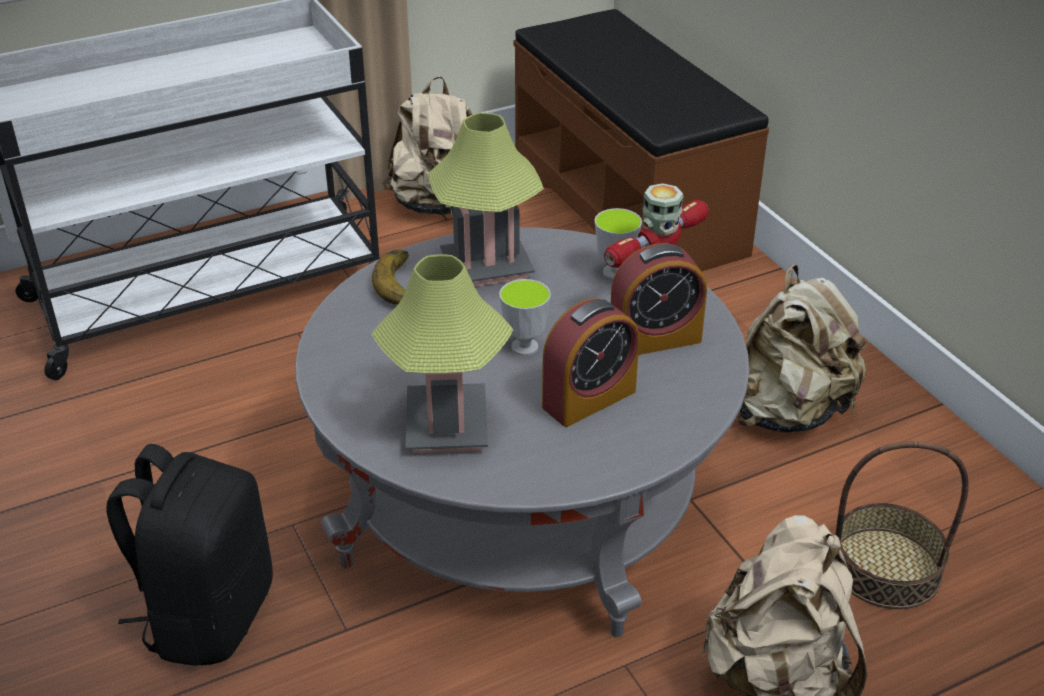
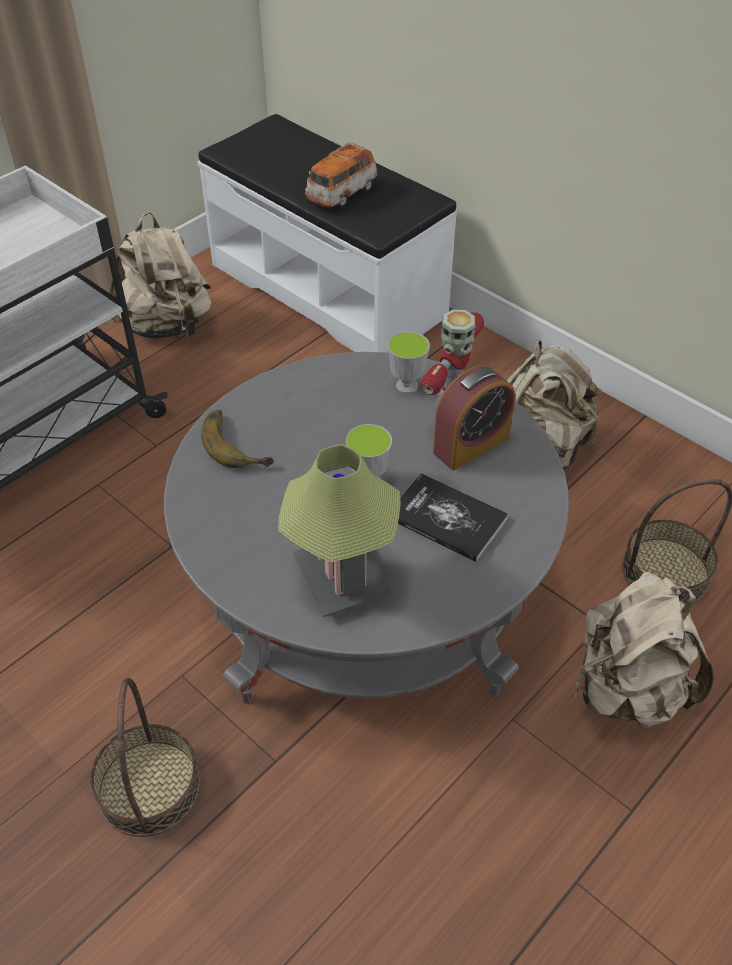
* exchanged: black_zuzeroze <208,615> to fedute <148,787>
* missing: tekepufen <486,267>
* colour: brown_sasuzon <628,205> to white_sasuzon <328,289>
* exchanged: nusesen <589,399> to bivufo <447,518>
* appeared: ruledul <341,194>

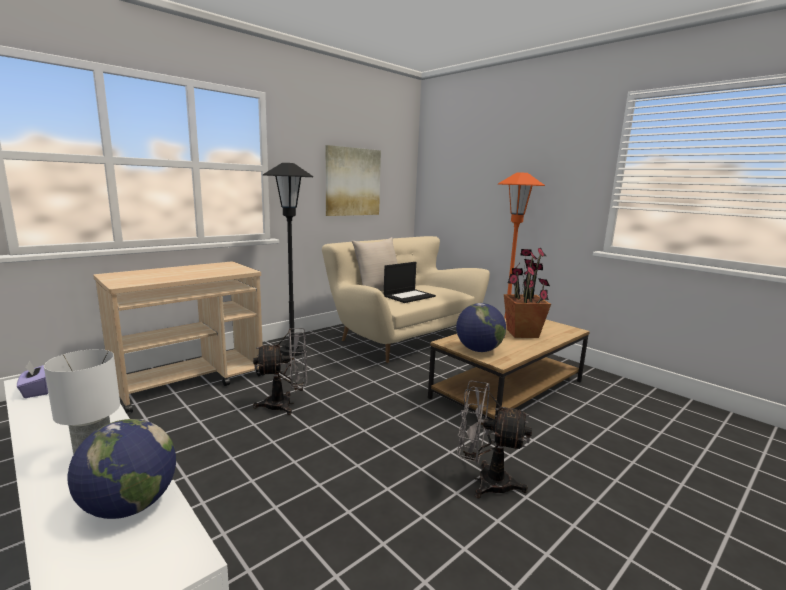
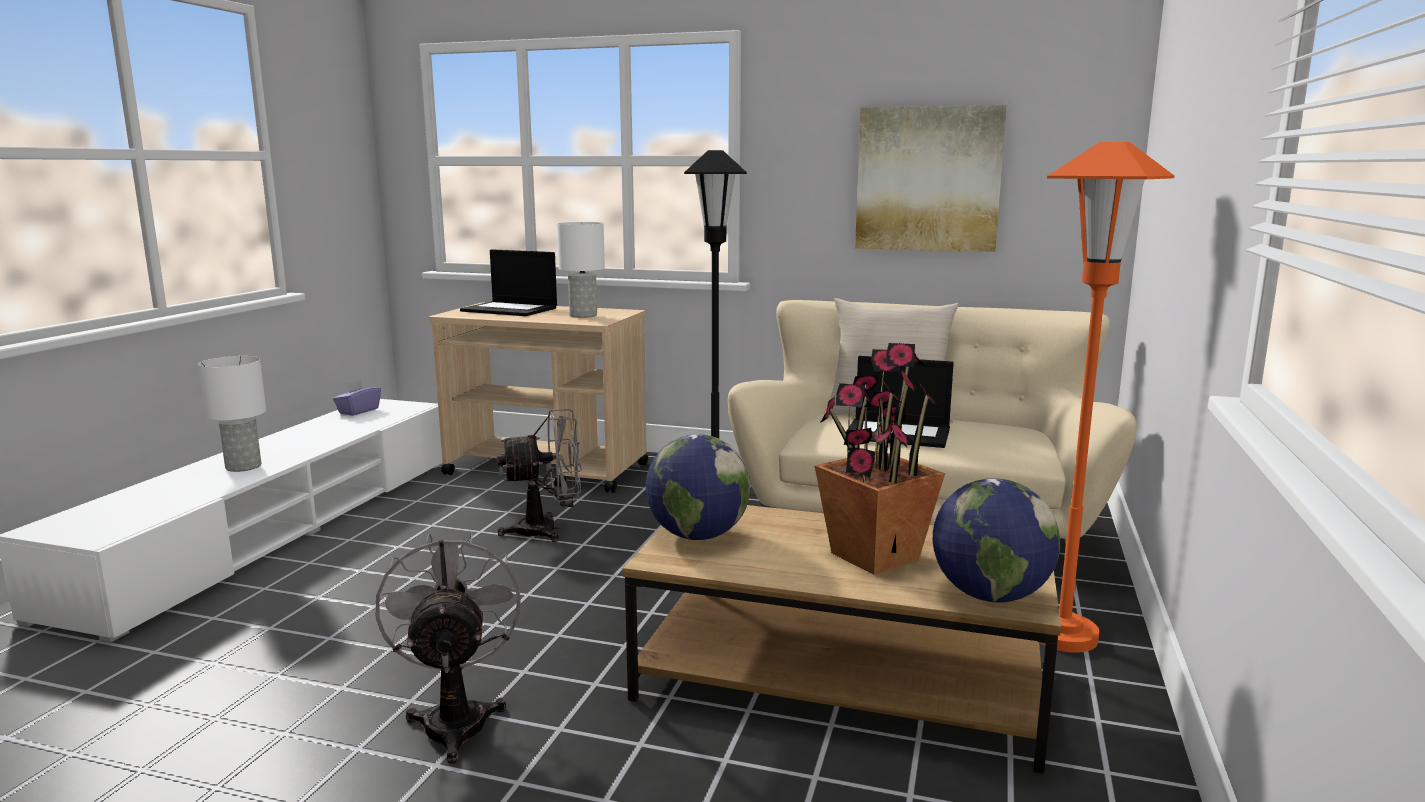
* relocated: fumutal <129,506> to <990,595>
* spun: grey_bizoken <285,404> = <547,530> 60 degrees counterclockwise
* appeared: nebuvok <511,309>
* appeared: white_tekepufen <584,315>

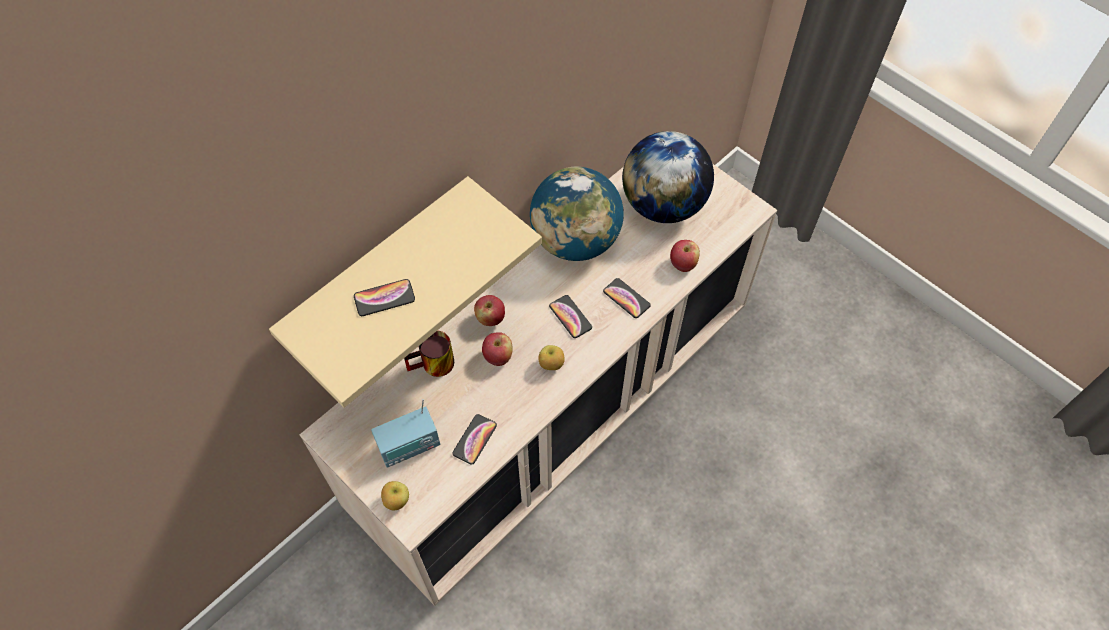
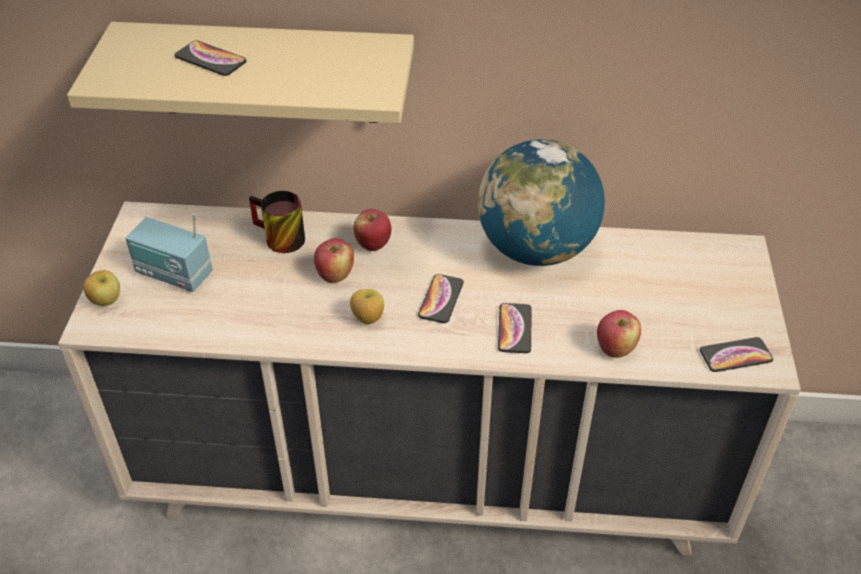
* relocated: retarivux <474,439> to <735,355>
* missing: fumutal <663,204>

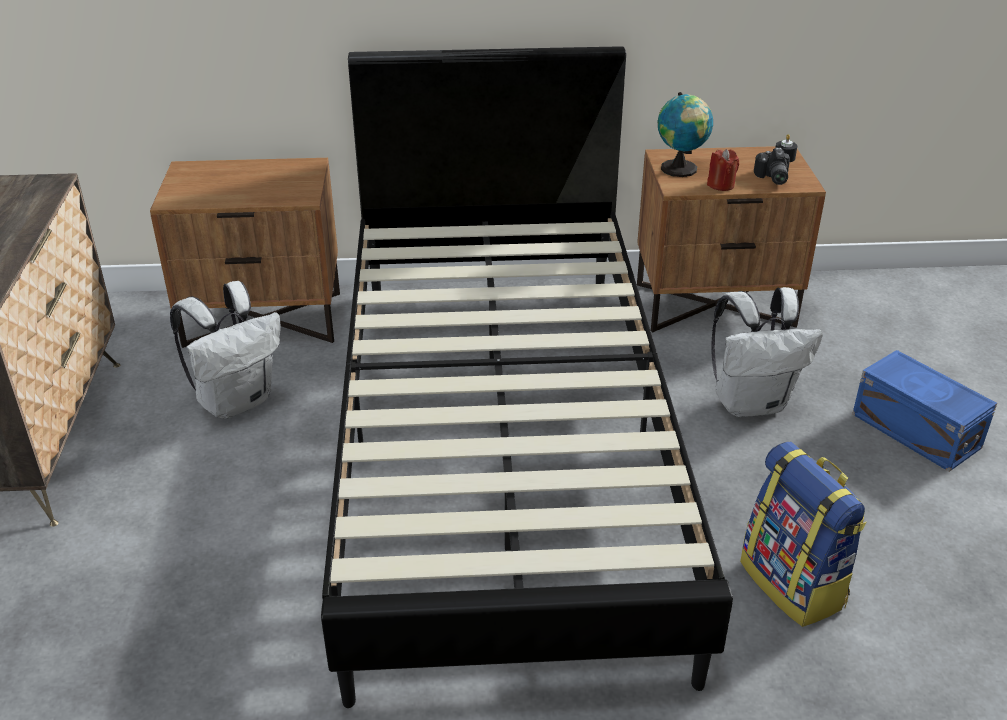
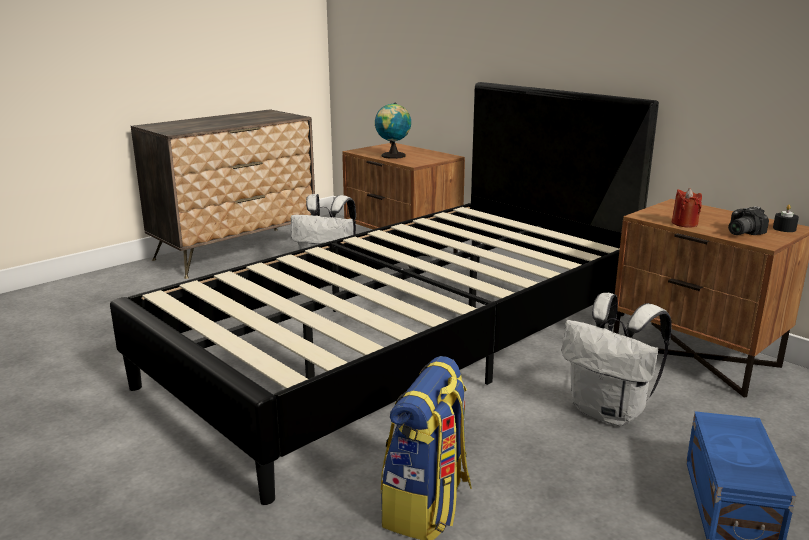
* relocated: fumutal <681,170> to <393,156>

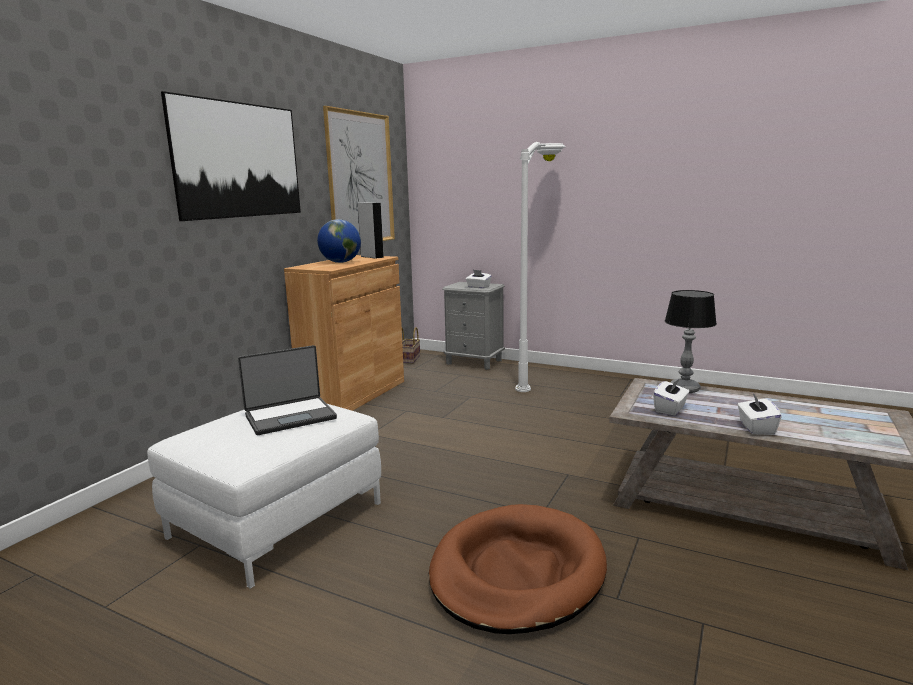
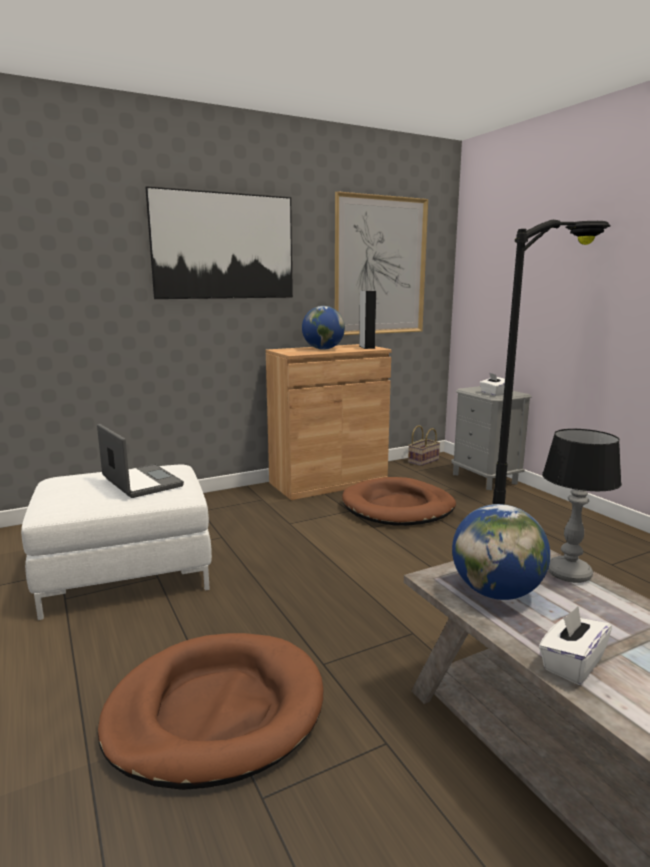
* spun: nebuvok <290,416> = <140,483> 135 degrees counterclockwise
* colour: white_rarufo <539,375> to black_rarufo <539,511>
* exchanged: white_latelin <670,409> to fumutal <496,592>
* appeared: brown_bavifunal <398,507>

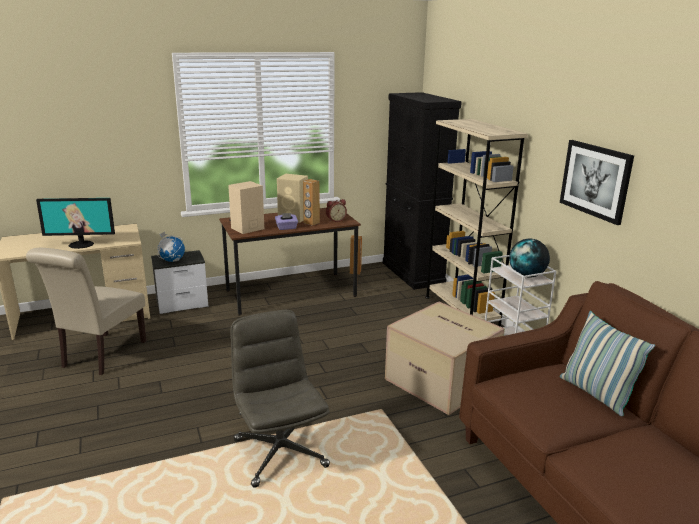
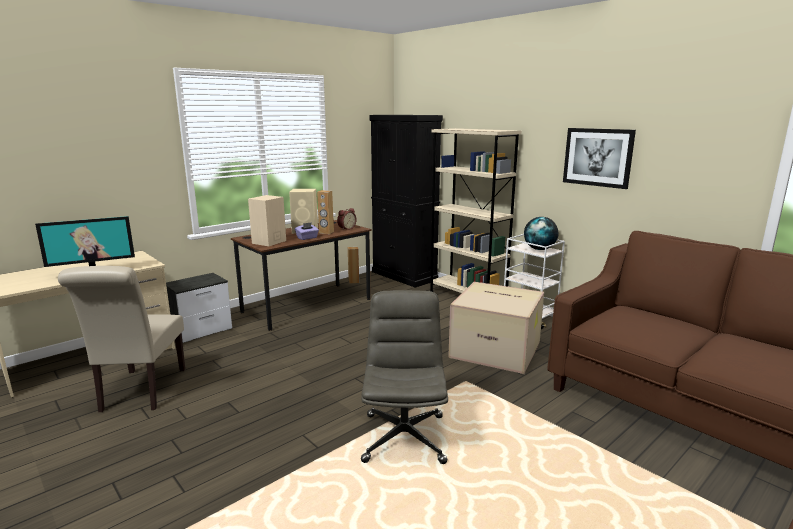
* missing: fumutal <172,261>
* spun: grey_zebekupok <279,452> = <404,437> 45 degrees clockwise
* missing: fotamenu <596,394>

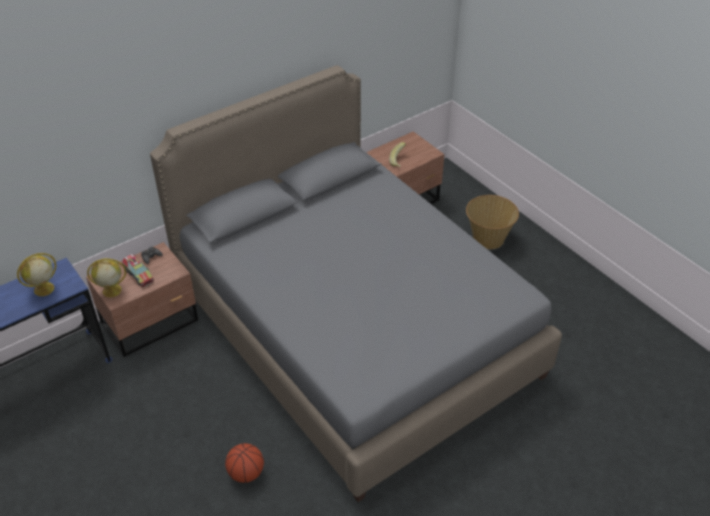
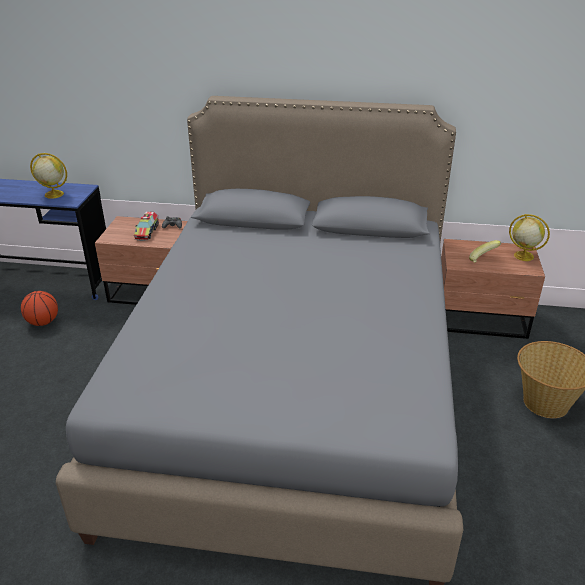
* relocated: fumutal <111,291> to <523,256>
* relocated: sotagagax <246,473> to <43,322>

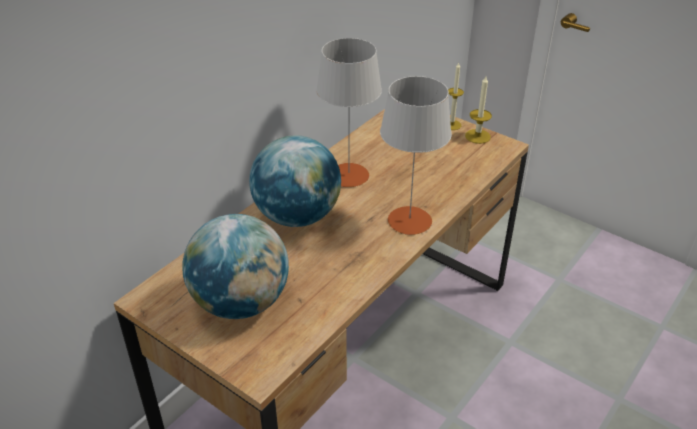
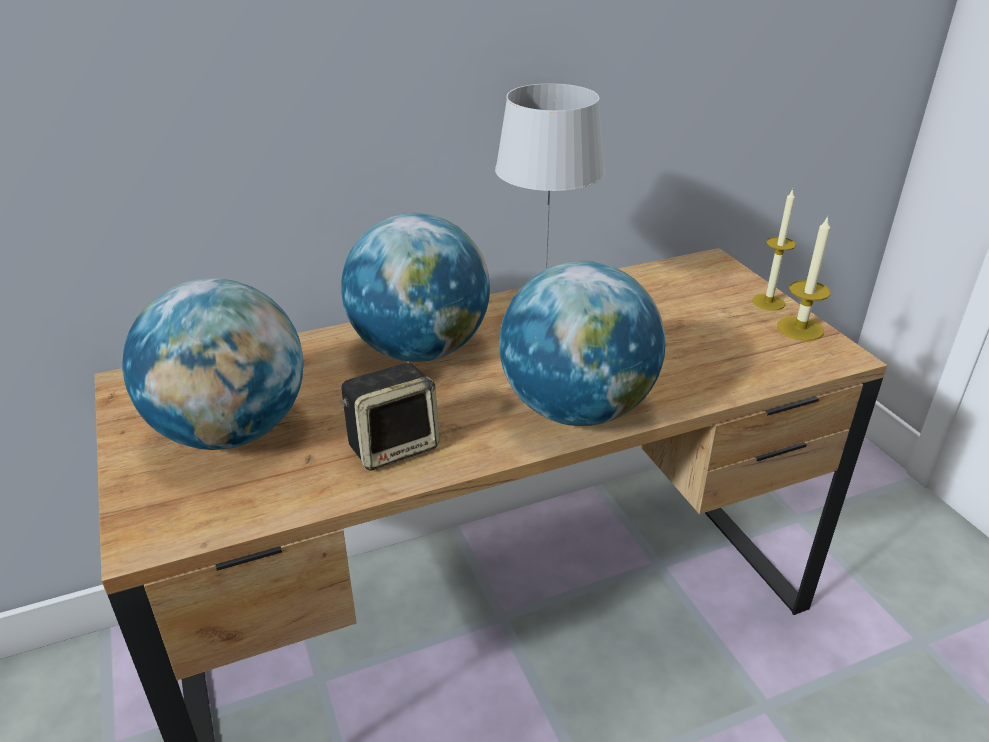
* exchanged: grey_tekepufen <409,220> to fumutal <577,409>
* appeared: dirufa <394,446>

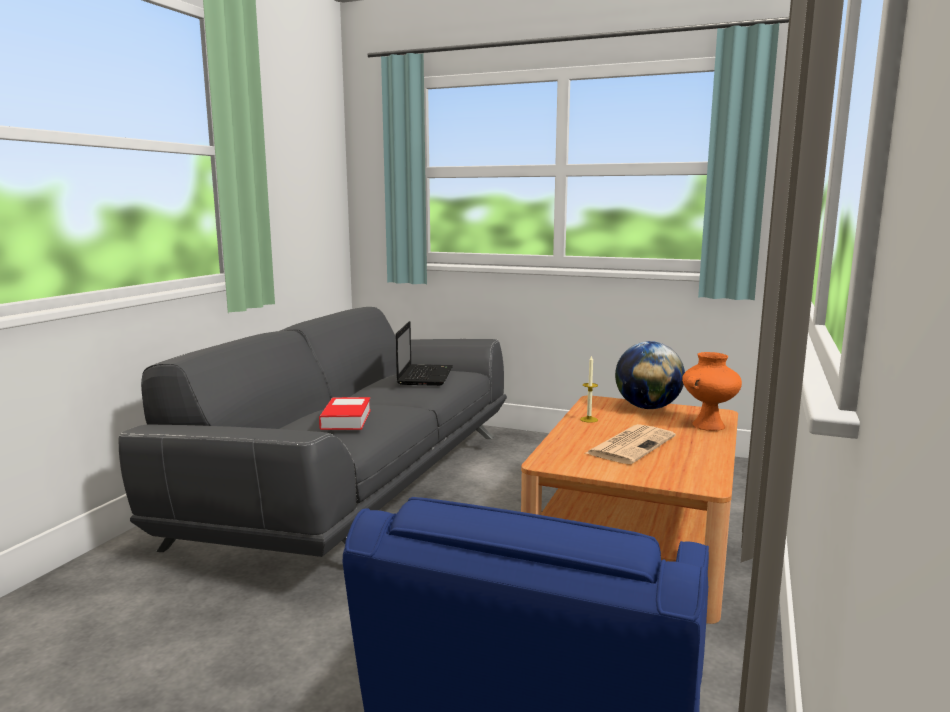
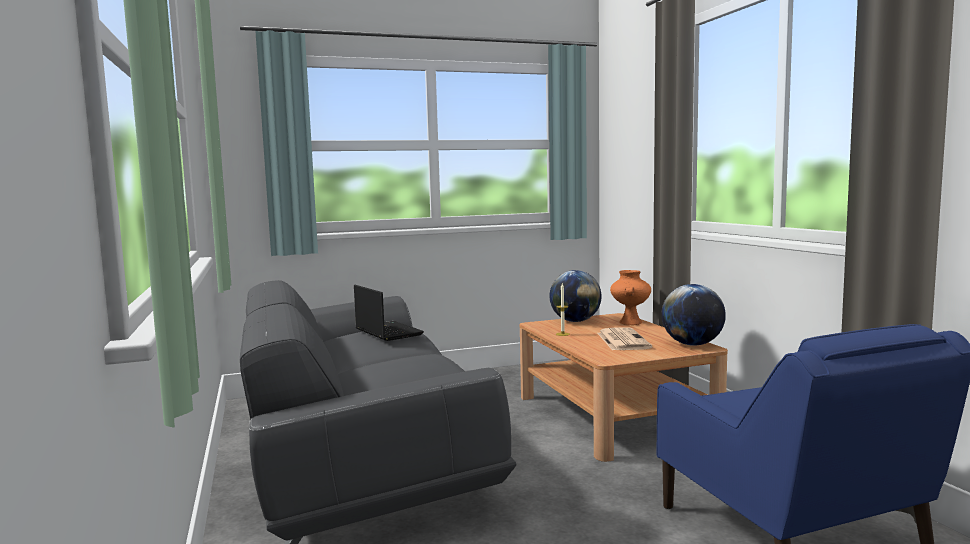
* missing: bivufo <346,419>
* appeared: fumutal <692,344>

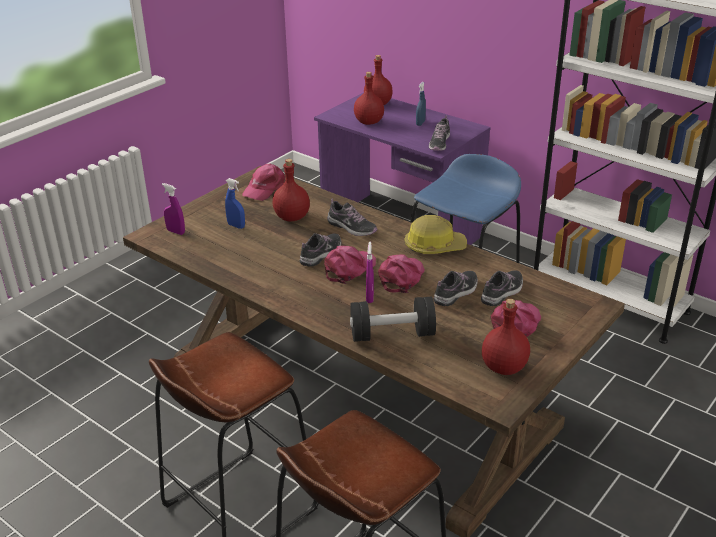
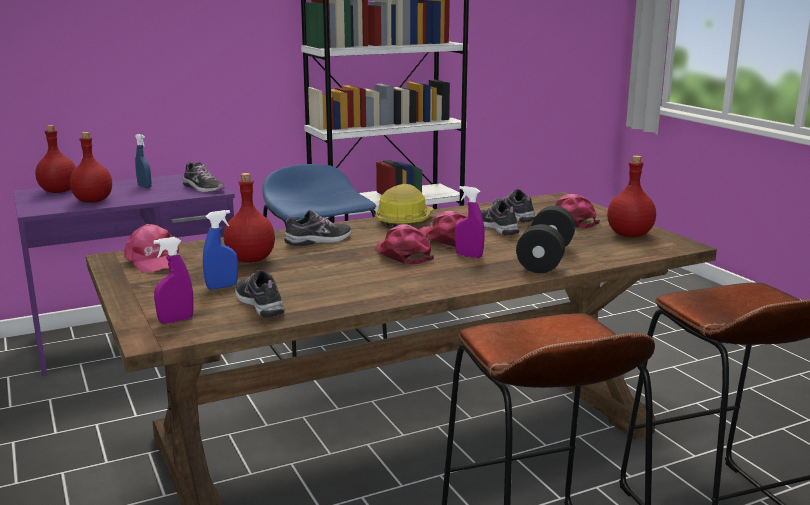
* relocated: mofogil <321,254> to <260,305>

